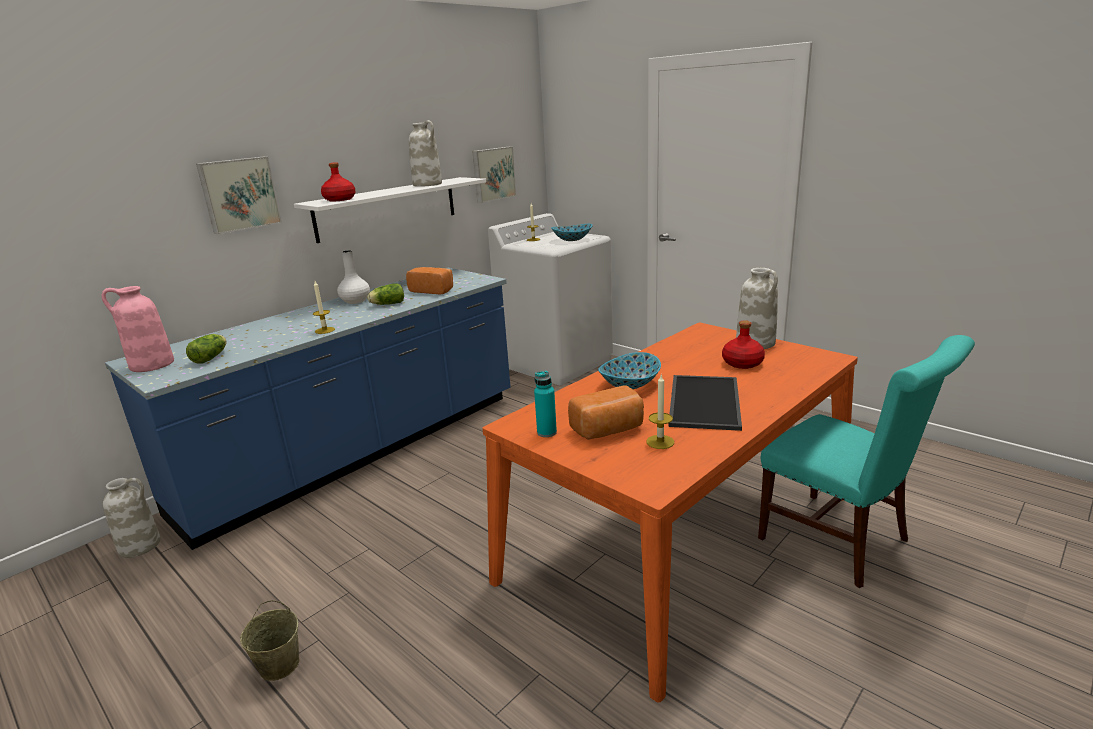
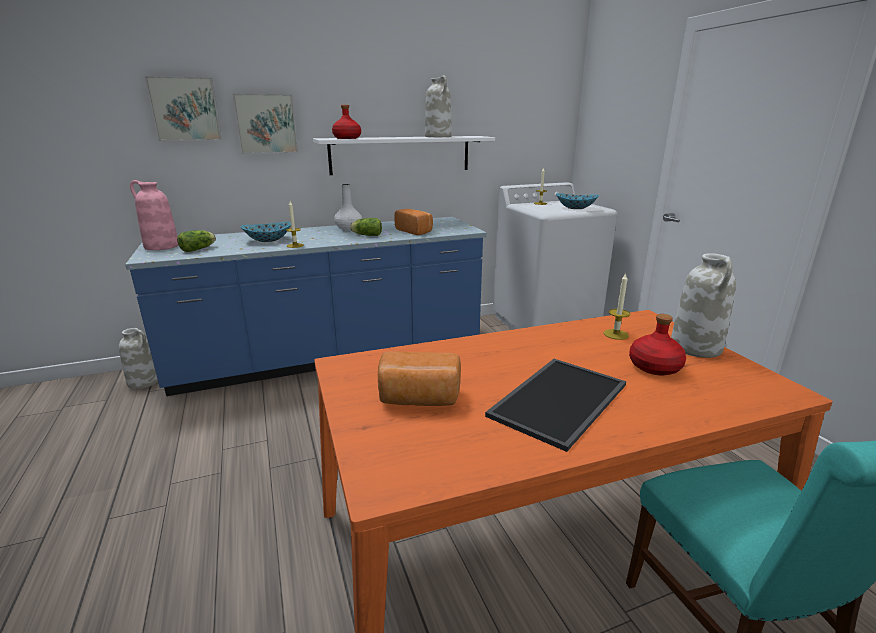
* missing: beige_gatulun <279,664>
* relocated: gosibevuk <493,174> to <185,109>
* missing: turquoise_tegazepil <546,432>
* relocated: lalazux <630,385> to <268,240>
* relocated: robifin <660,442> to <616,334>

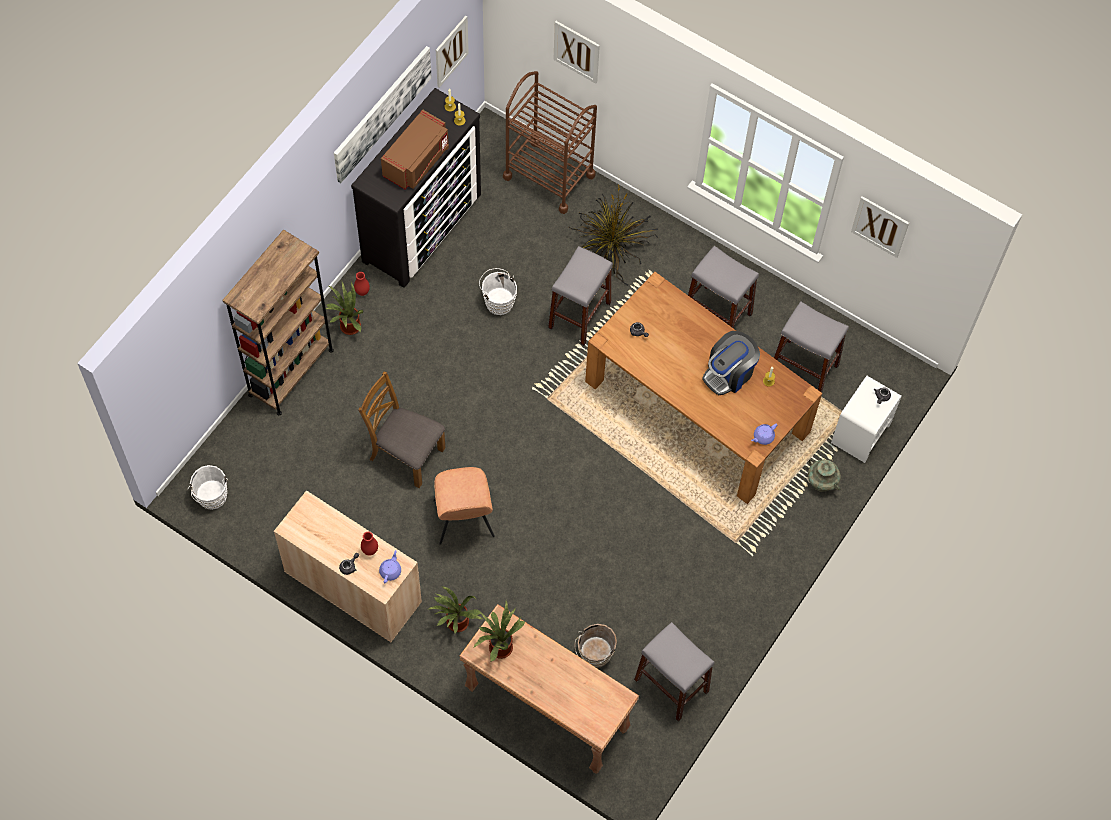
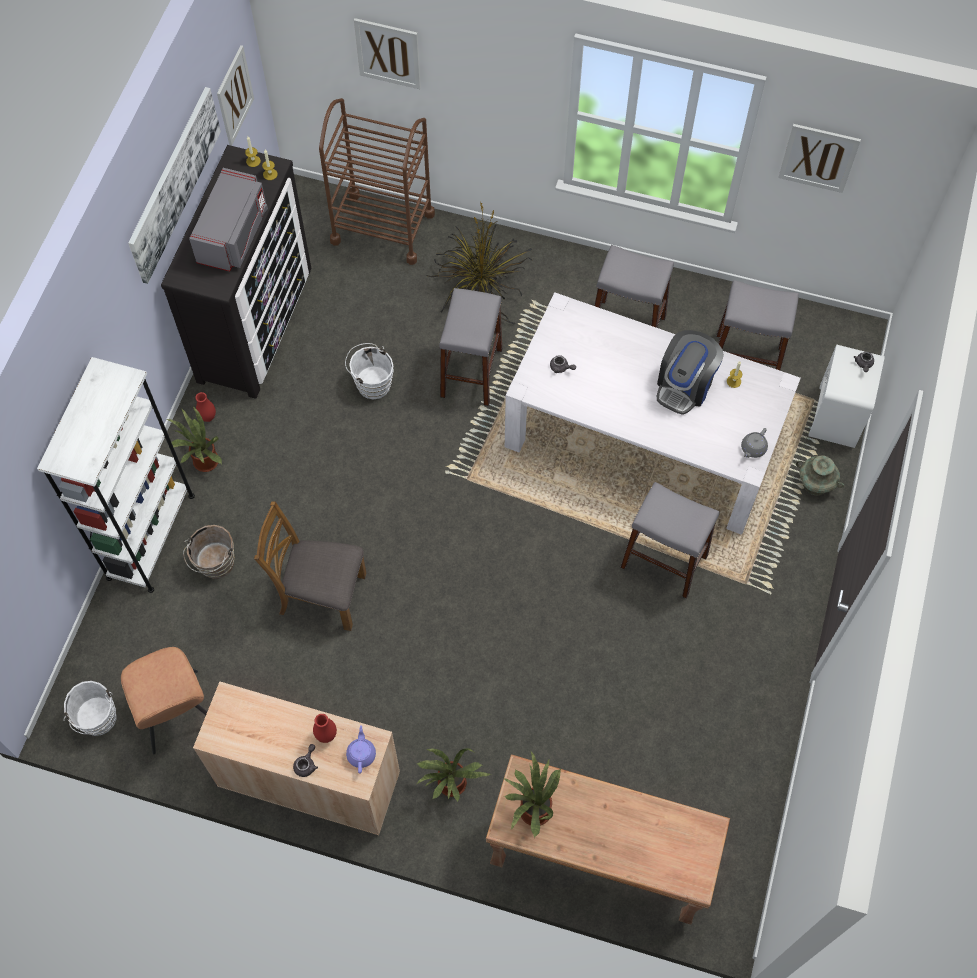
* colour: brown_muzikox <291,372> to white_muzikox <151,536>
* colour: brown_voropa <417,161> to grey_voropa <233,235>
* relocated: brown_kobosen <463,520> to <176,714>
* relocated: brown_gatulun <594,655> to <214,565>
* colour: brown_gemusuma <697,407> to white_gemusuma <643,439>
* relocated: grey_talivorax <671,685> to <664,561>
* colour: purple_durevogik <763,437> to grey_durevogik <753,448>

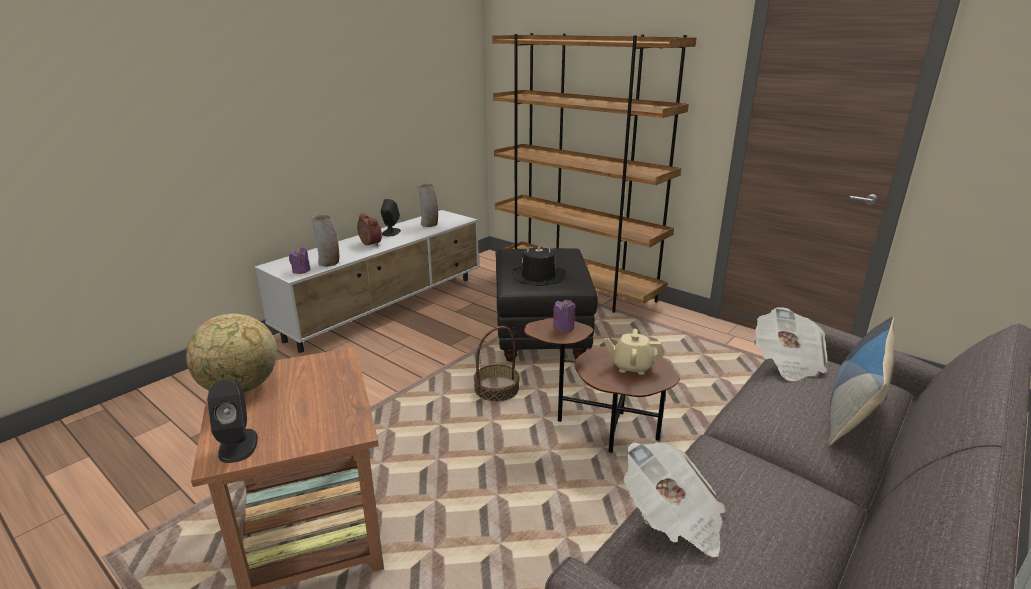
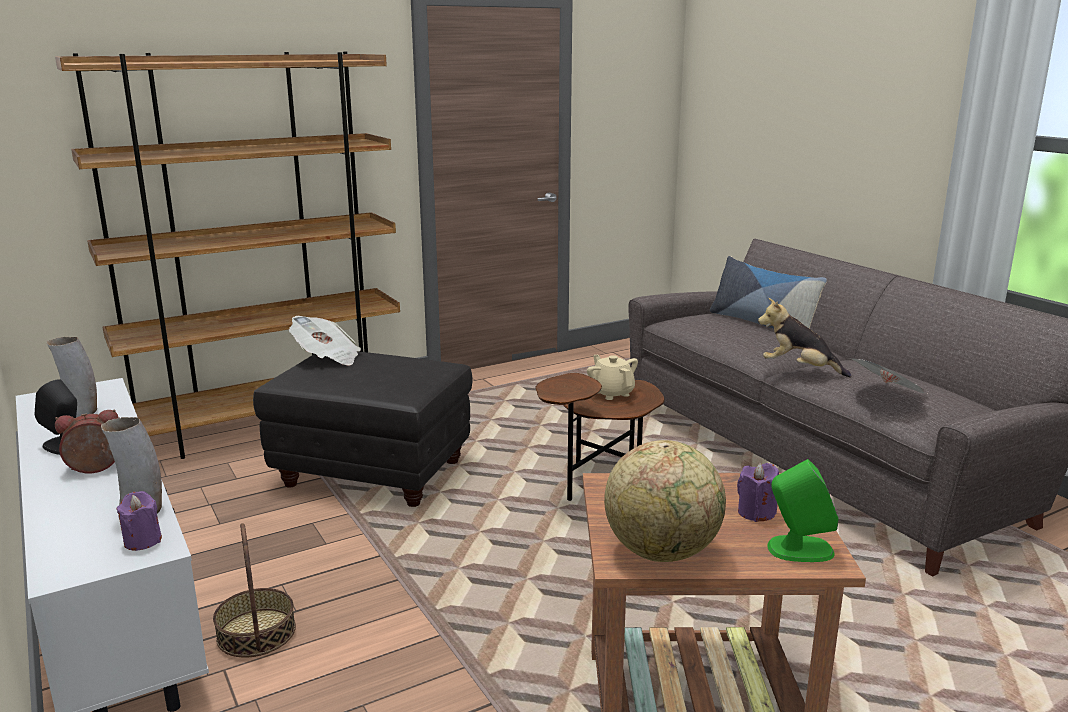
* colour: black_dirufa <238,445> to green_dirufa <799,549>
* relocated: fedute <496,389> to <256,632>
* missing: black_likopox <538,277>
* relocated: purple_robifin <564,327> to <756,512>
* spun: beige_durevogik <631,366> = <612,393> 120 degrees clockwise
* relocated: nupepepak <787,361> to <327,358>
* appeared: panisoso <799,369>

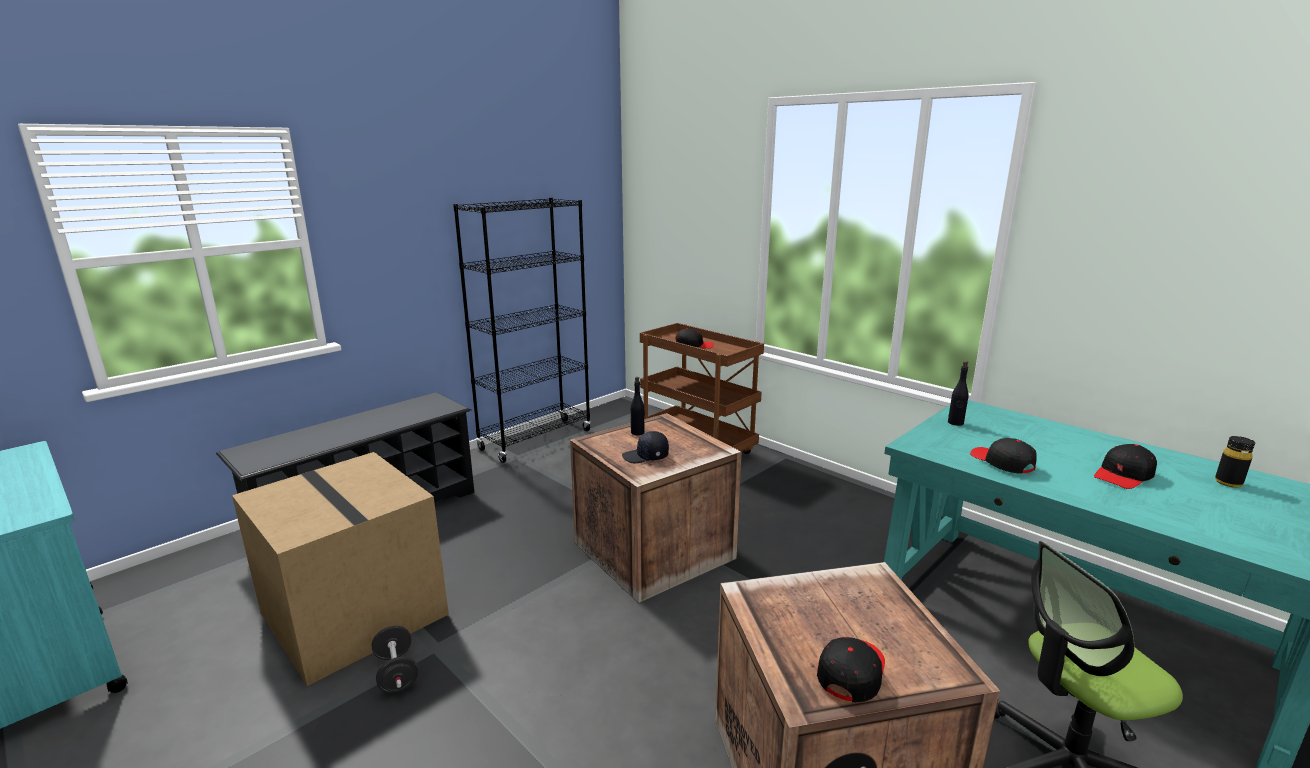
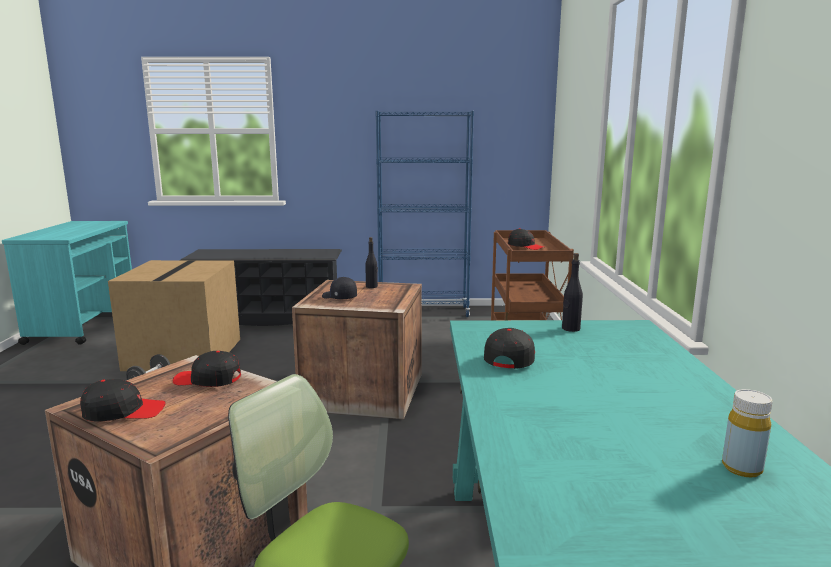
* colour: black_muzikox <536,440> to blue_muzikox <423,312>
* relocated: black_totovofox <1123,475> to <208,380>
* colour: black_tegazepil <1228,483> to yellow_tegazepil <741,468>

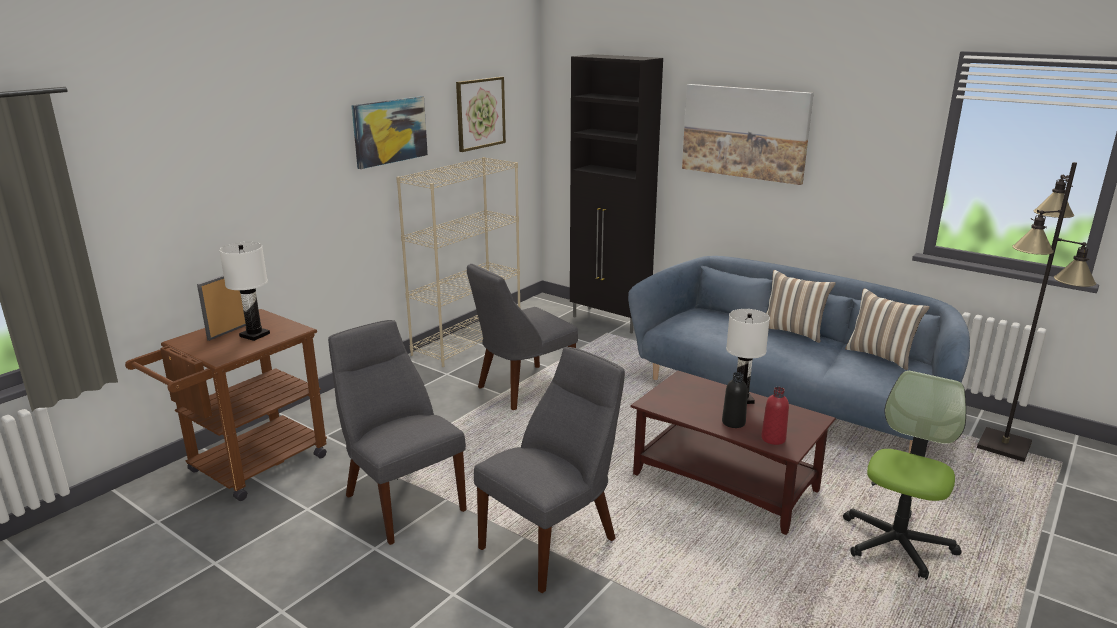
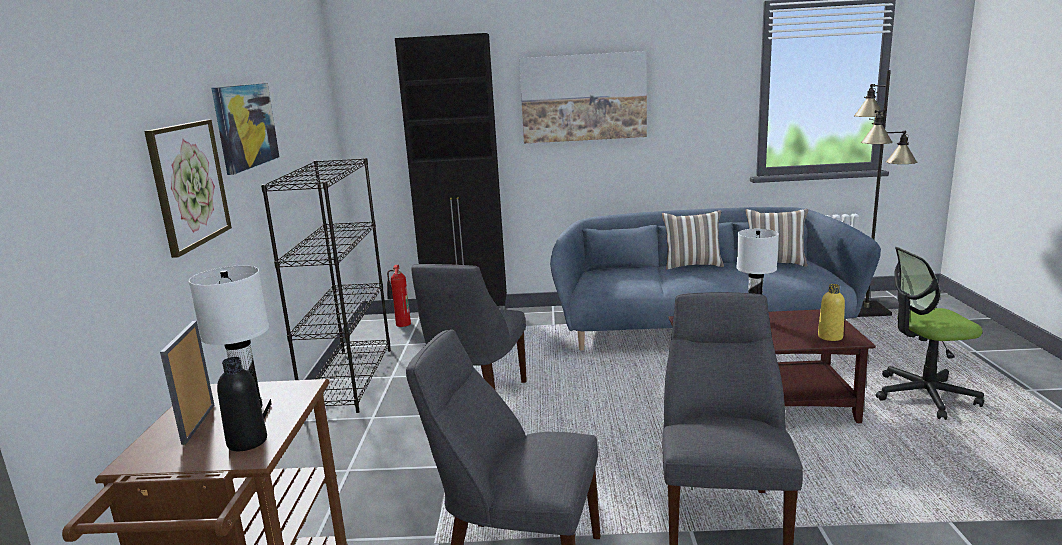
* colour: beige_muzikox <468,341> to black_muzikox <349,379>
* relocated: gosibevuk <480,113> to <189,184>
* relocated: black_tegazepil <733,422> to <247,442>
* colour: red_tegazepil <773,439> to yellow_tegazepil <830,337>
* spun: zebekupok <896,543> = <924,395> 90 degrees counterclockwise
* appeared: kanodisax <401,325>

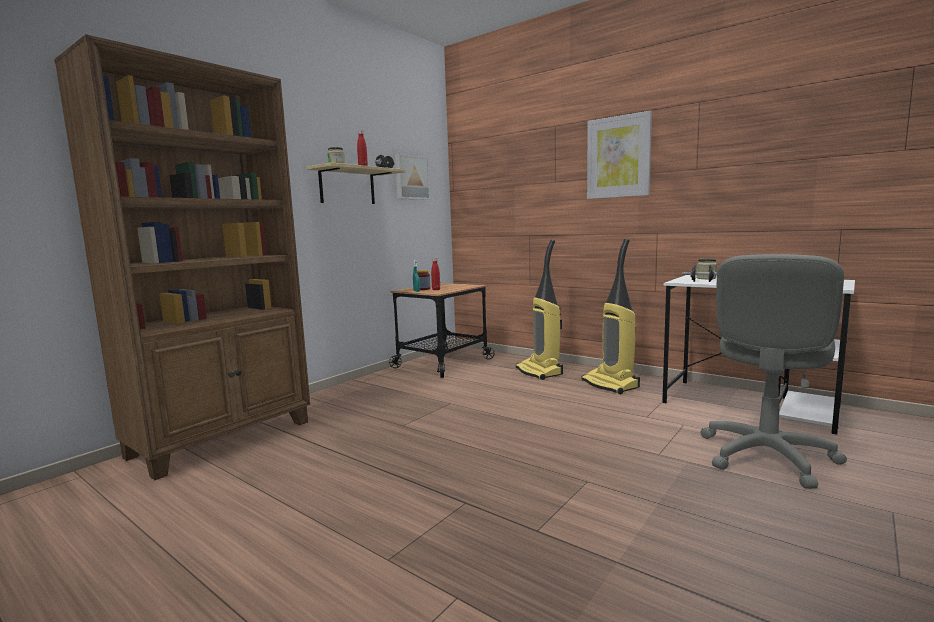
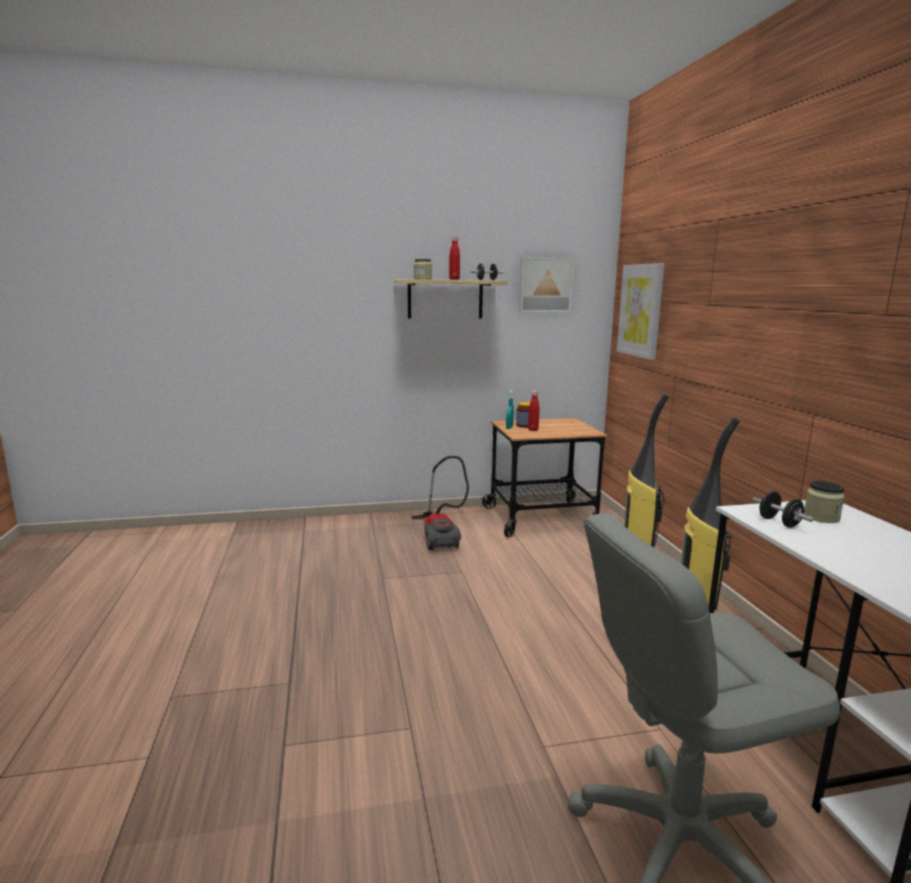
* missing: brown_muzikox <224,438>
* relocated: gosibevuk <618,157> to <640,310>
* appeared: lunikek <440,536>

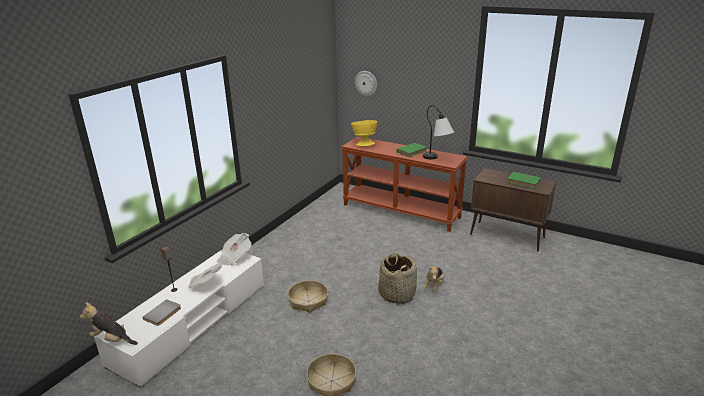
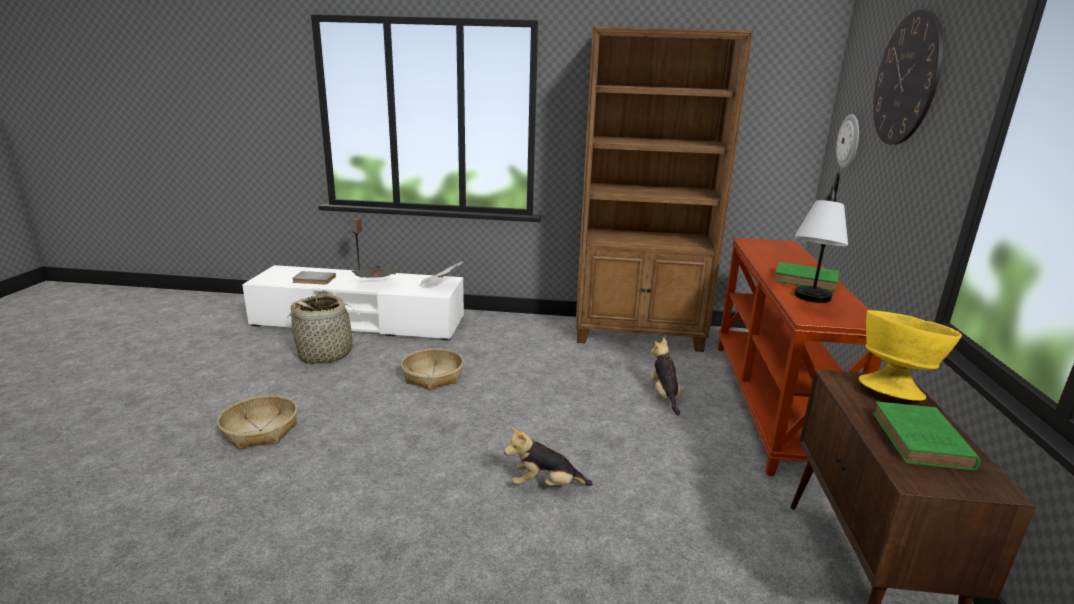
* relocated: panisoso <112,339> to <664,396>
* relocated: yellow_lalazux <364,144> to <894,388>
* relocated: fedute <397,294> to <326,354>
* appeared: brown_muzikox <639,335>
* appeared: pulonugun <906,79>

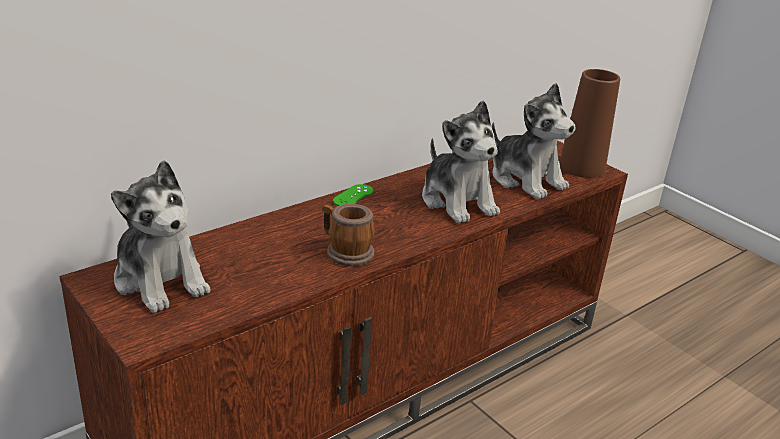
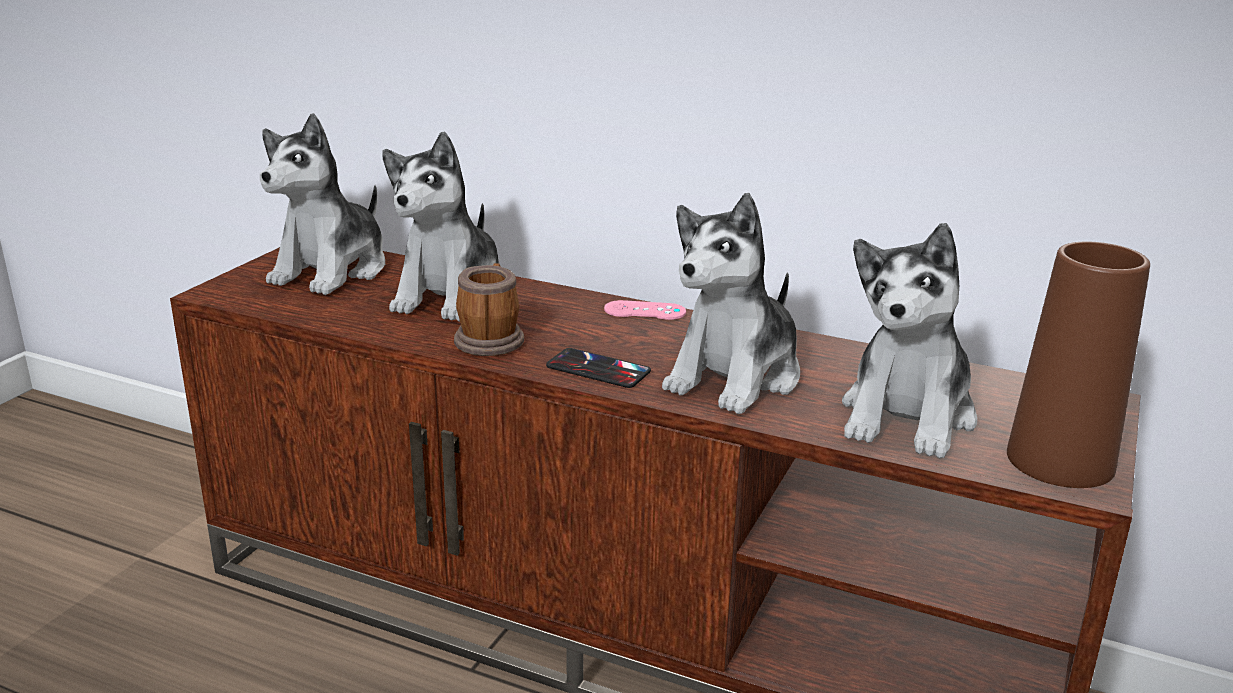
* colour: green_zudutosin <353,196> to pink_zudutosin <645,311>
* appeared: panisoso <451,295>
* appeared: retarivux <598,369>

